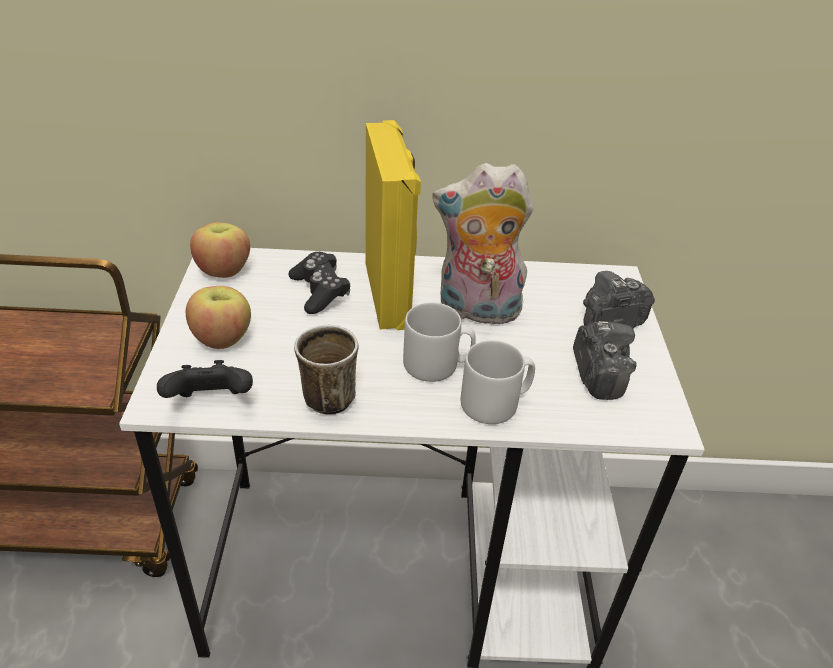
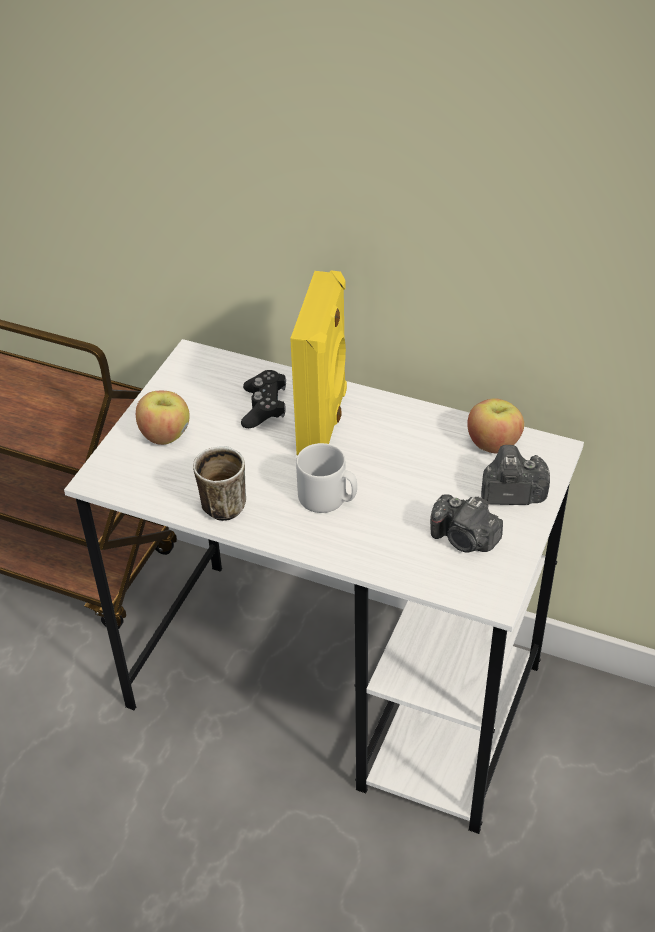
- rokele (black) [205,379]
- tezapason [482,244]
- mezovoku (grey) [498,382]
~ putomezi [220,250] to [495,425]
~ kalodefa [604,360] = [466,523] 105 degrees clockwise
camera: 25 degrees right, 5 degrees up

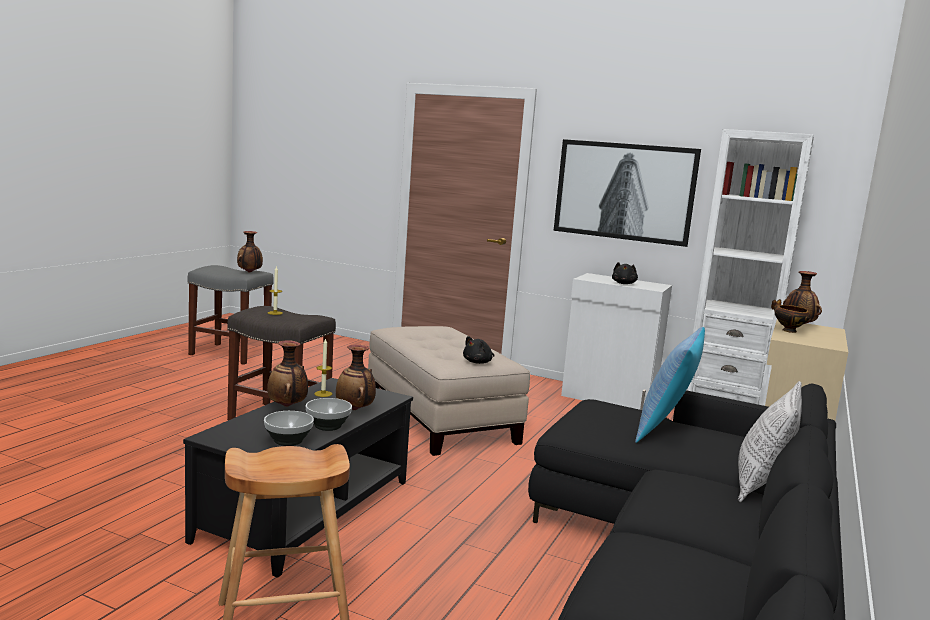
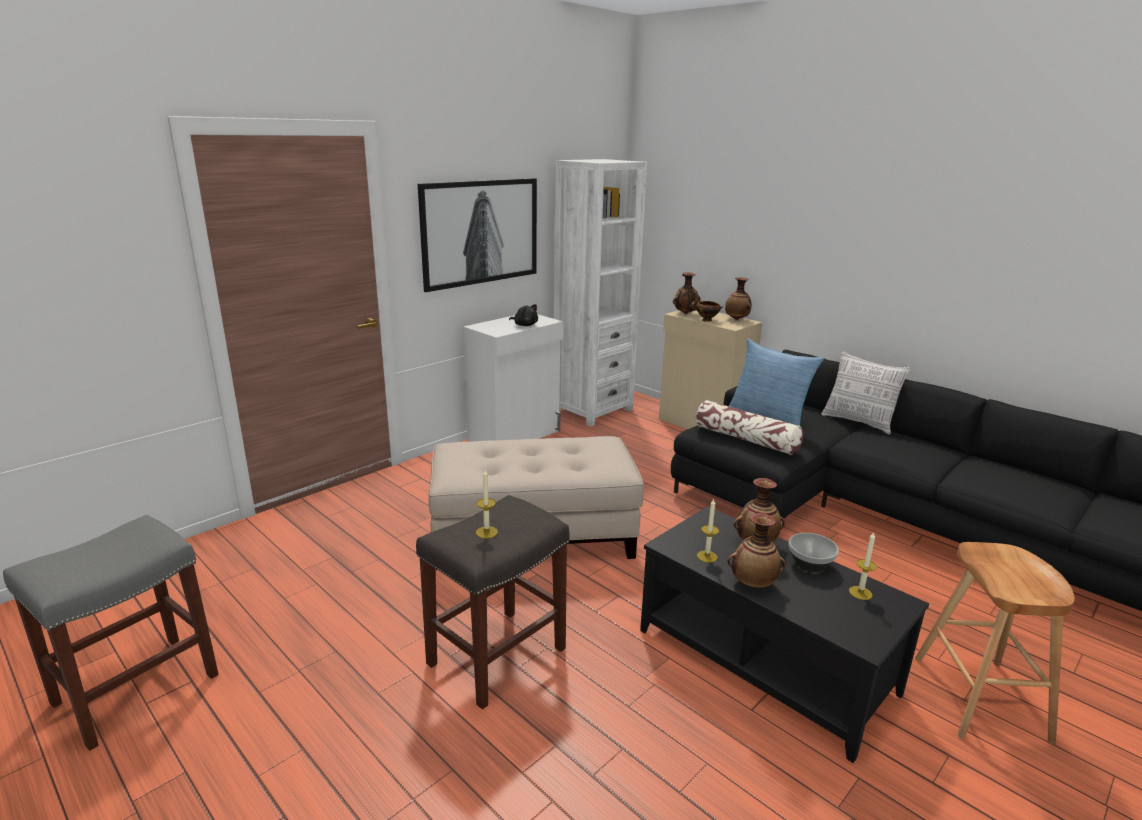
- tezapason (black) [478,350]
+ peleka [749,427]
~ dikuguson [250,252] to [738,298]
~ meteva [289,428] to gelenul [863,566]
camera: 70 degrees left, 10 degrees up

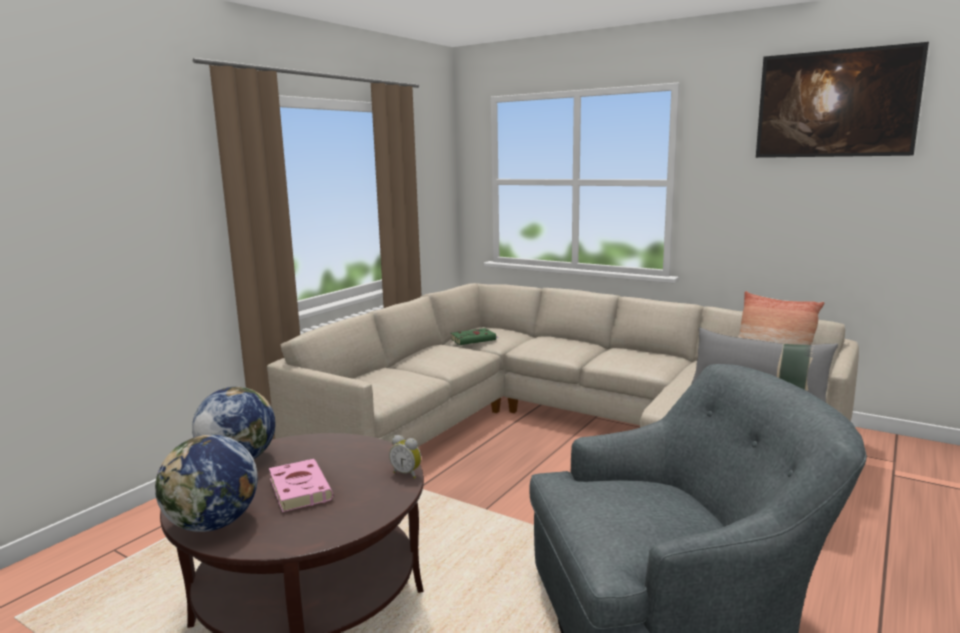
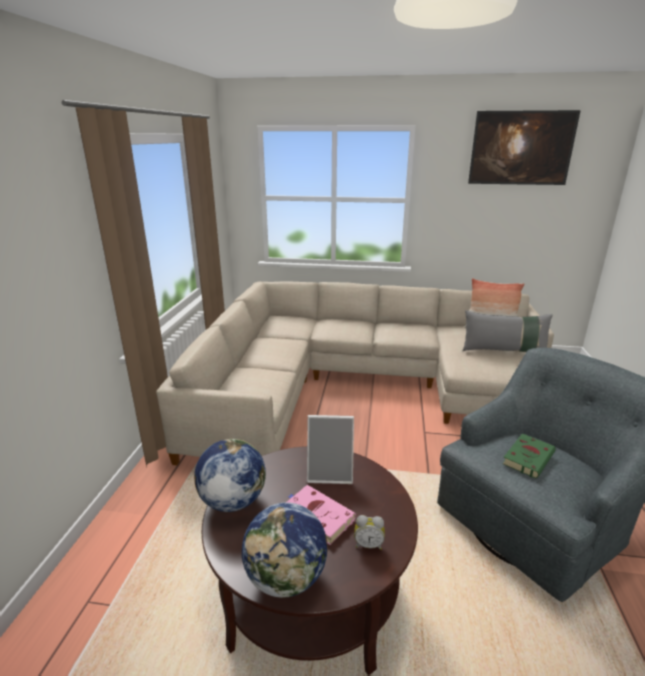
+ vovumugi [330,449]
~ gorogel [405,457] to [369,532]
~ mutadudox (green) [474,336] to [529,456]
camera: 25 degrees left, 10 degrees up

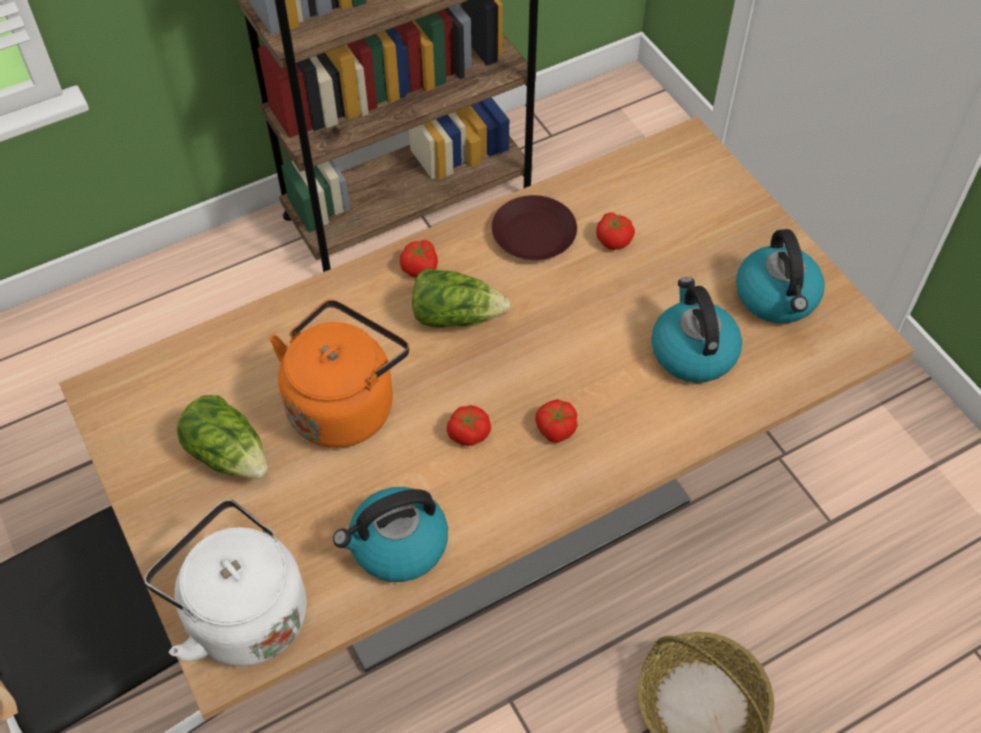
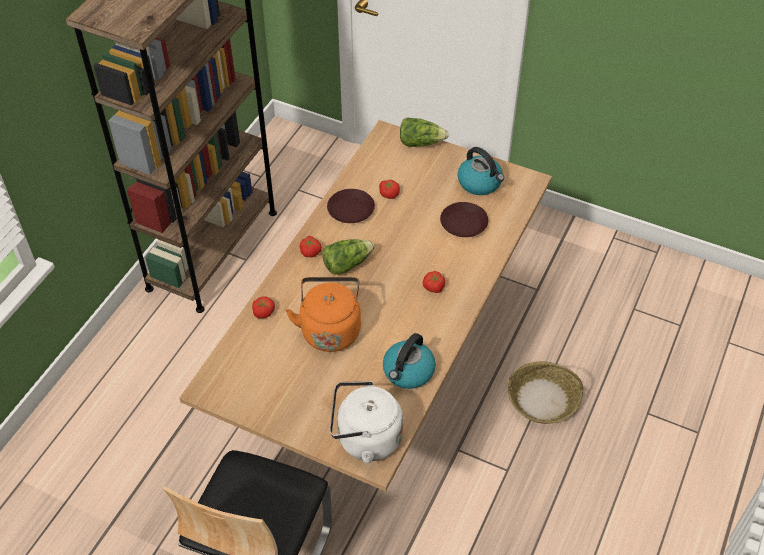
~ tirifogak [222,437] to [424,132]
~ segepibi [469,425] to [263,307]
~ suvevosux [696,330] to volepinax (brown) [464,219]
camera: 35 degrees left, 5 degrees down

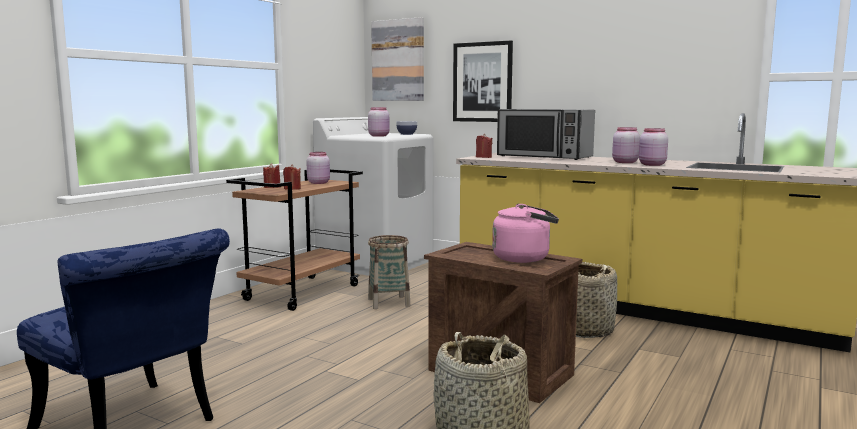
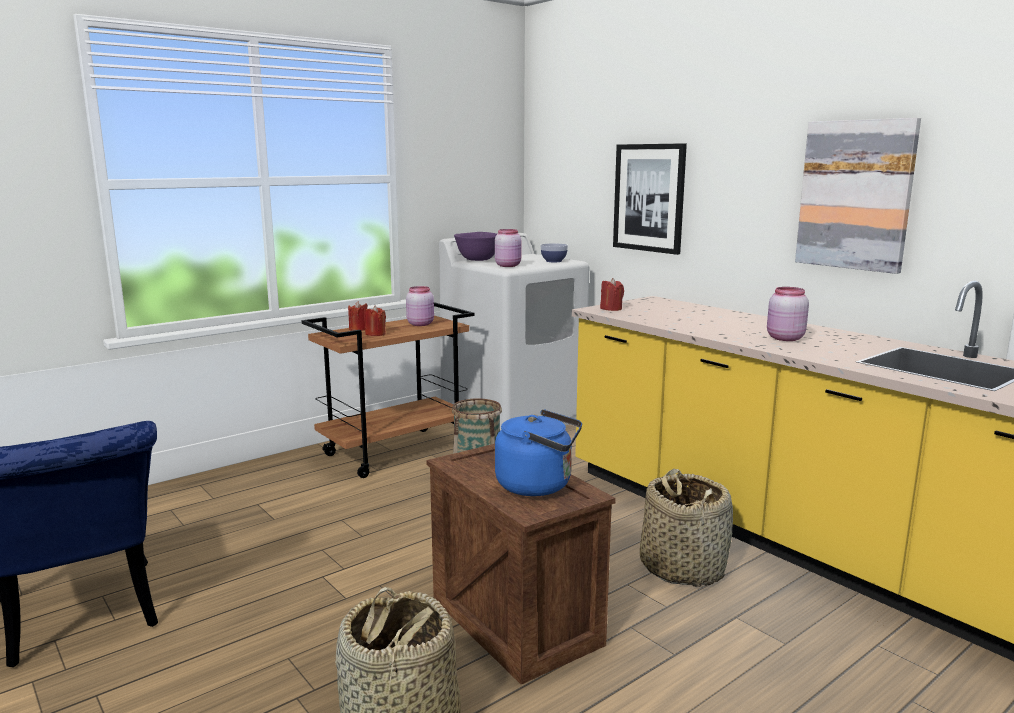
- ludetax [546,134]
- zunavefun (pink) [653,147]
+ meteva (purple) [475,246]
~ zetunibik [397,59] to [858,196]
~ suvevosux (pink) [525,233] to suvevosux (blue) [538,452]
camera: 20 degrees right, 5 degrees up

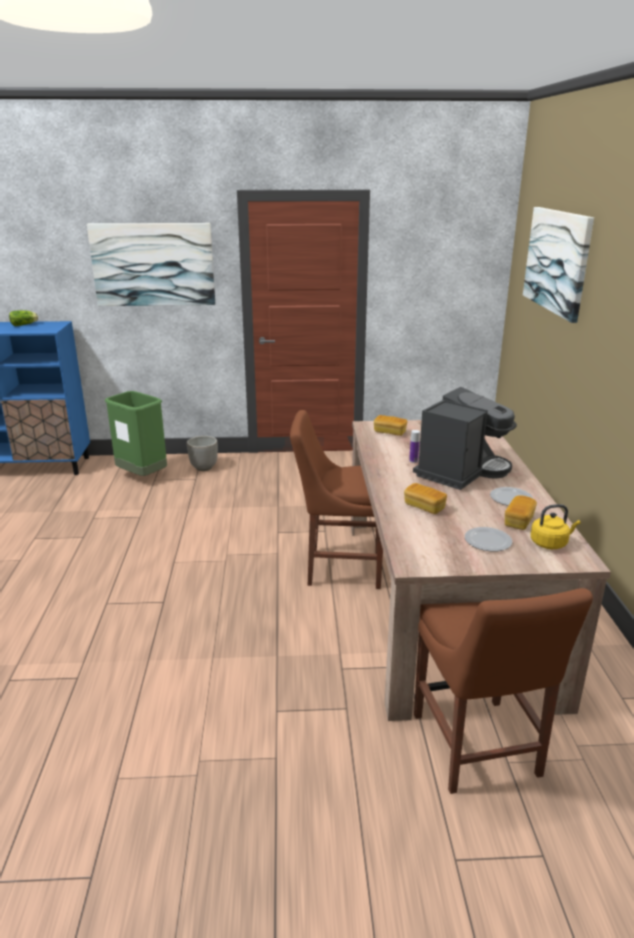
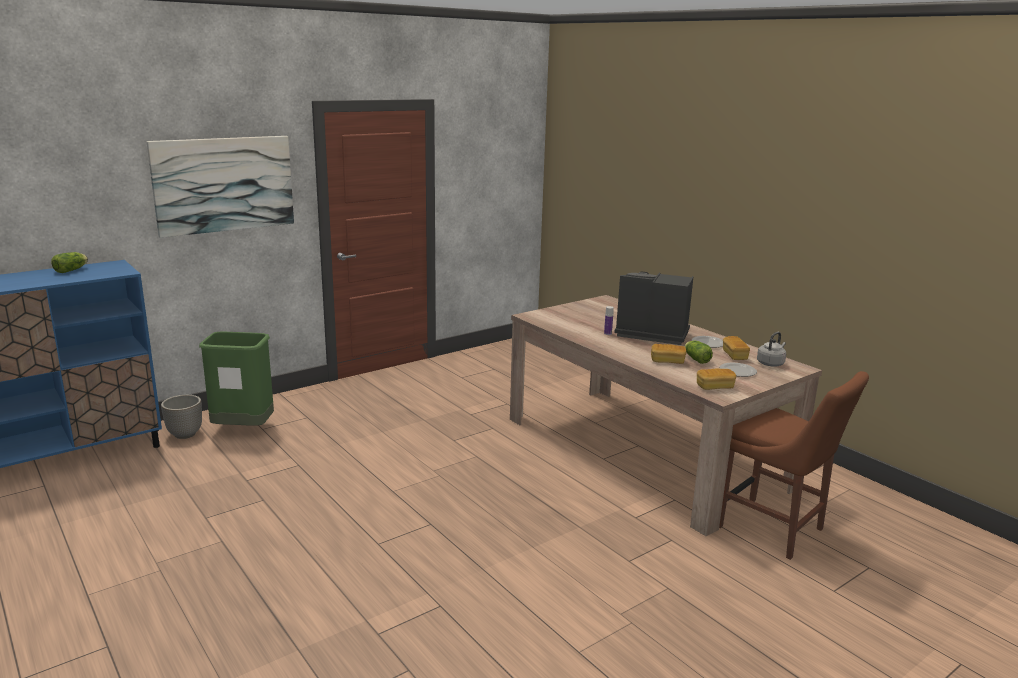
- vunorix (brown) [336,499]
- zetunibik [558,265]
+ tirifogak [699,352]
~ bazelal [202,453] to [181,417]
~ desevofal [390,425] to [716,379]
~ suvevosux (yellow) [556,526] to suvevosux (grey) [771,349]
~ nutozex [465,438] = [654,308] 75 degrees counterclockwise
camera: 35 degrees left, 5 degrees down

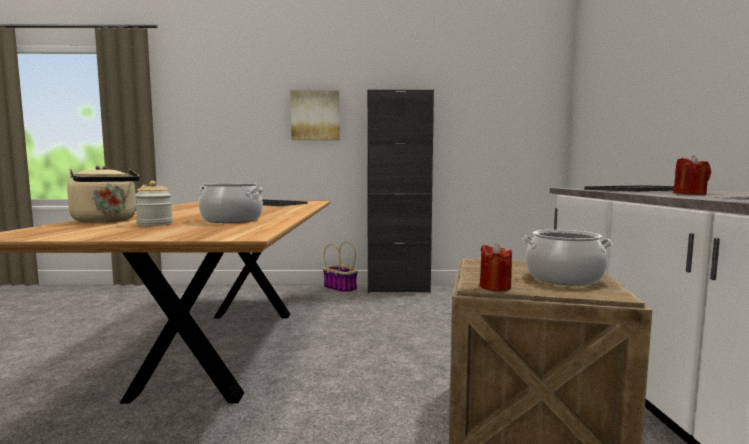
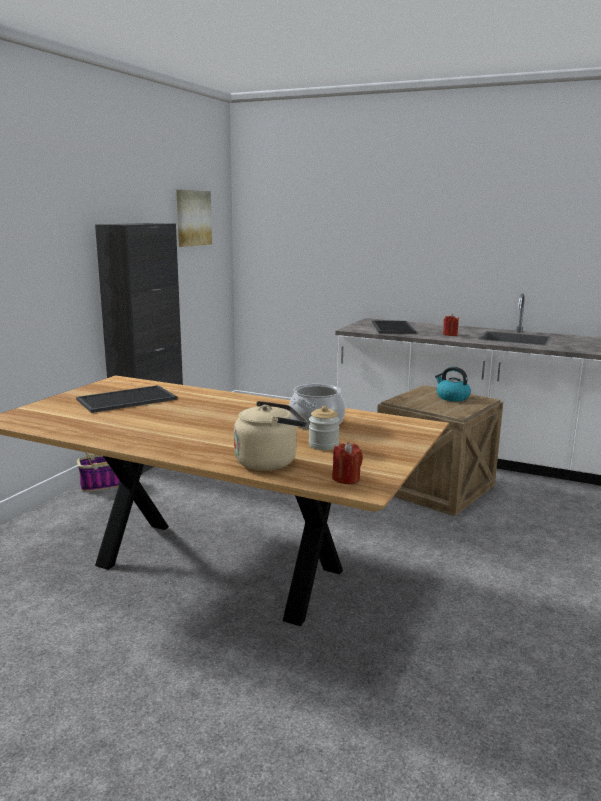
~ zetunibik [315,115] to [194,218]
~ gelenul (red) [496,267] to [347,463]
~ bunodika [567,258] to suvevosux [453,384]
camera: 65 degrees left, 10 degrees up

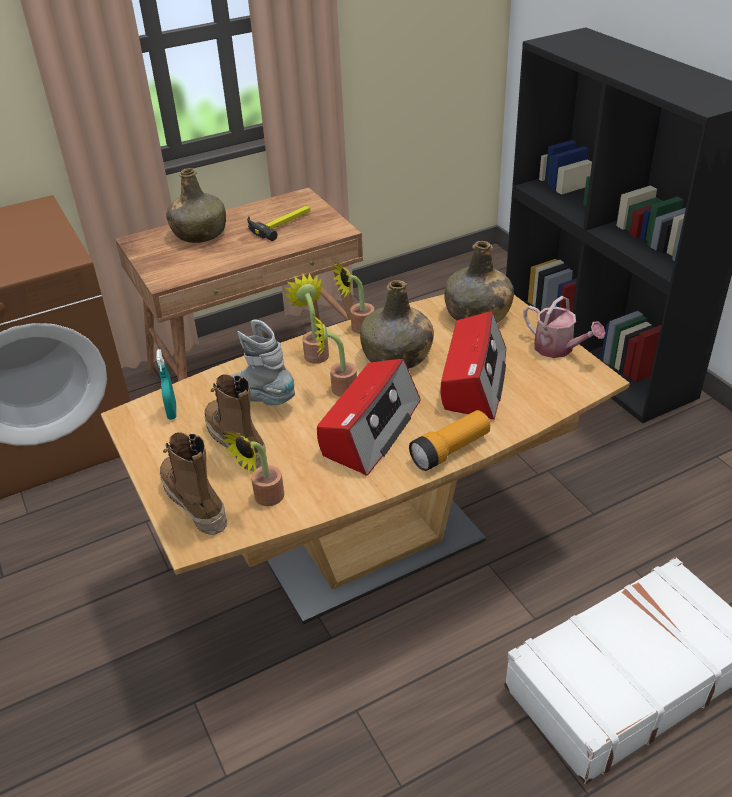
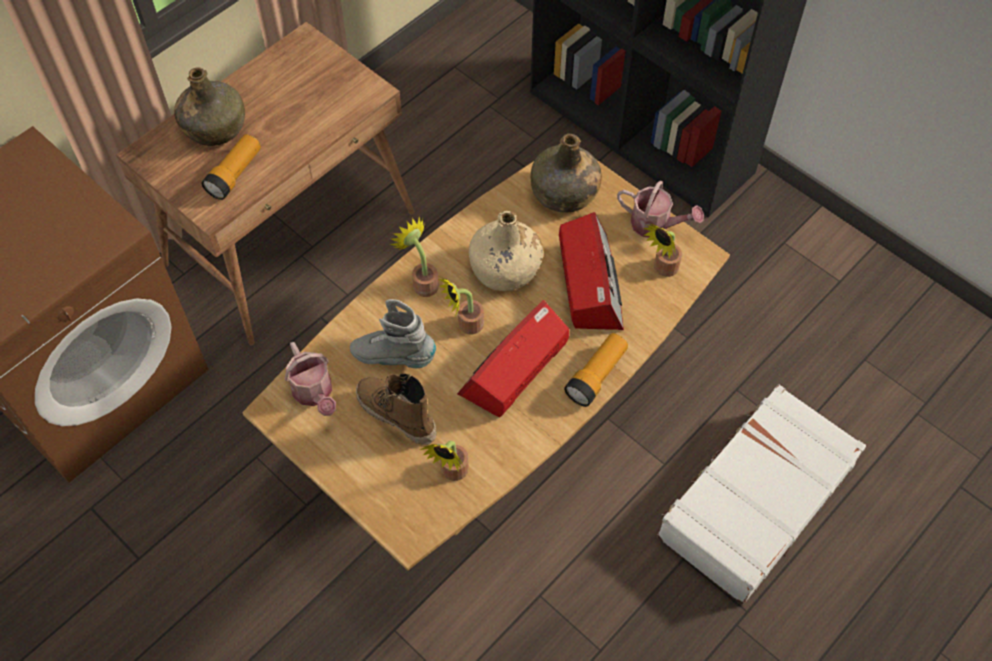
- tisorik [193,483]
- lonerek [278,223]
+ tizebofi [231,167]
~ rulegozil [352,297] to [662,250]
~ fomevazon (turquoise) [166,384] to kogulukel [310,379]
~ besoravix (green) [397,324] to besoravix (beige) [506,251]
~ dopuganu [369,417] = [513,359] 150 degrees counterclockwise
camera: 20 degrees left, 20 degrees up

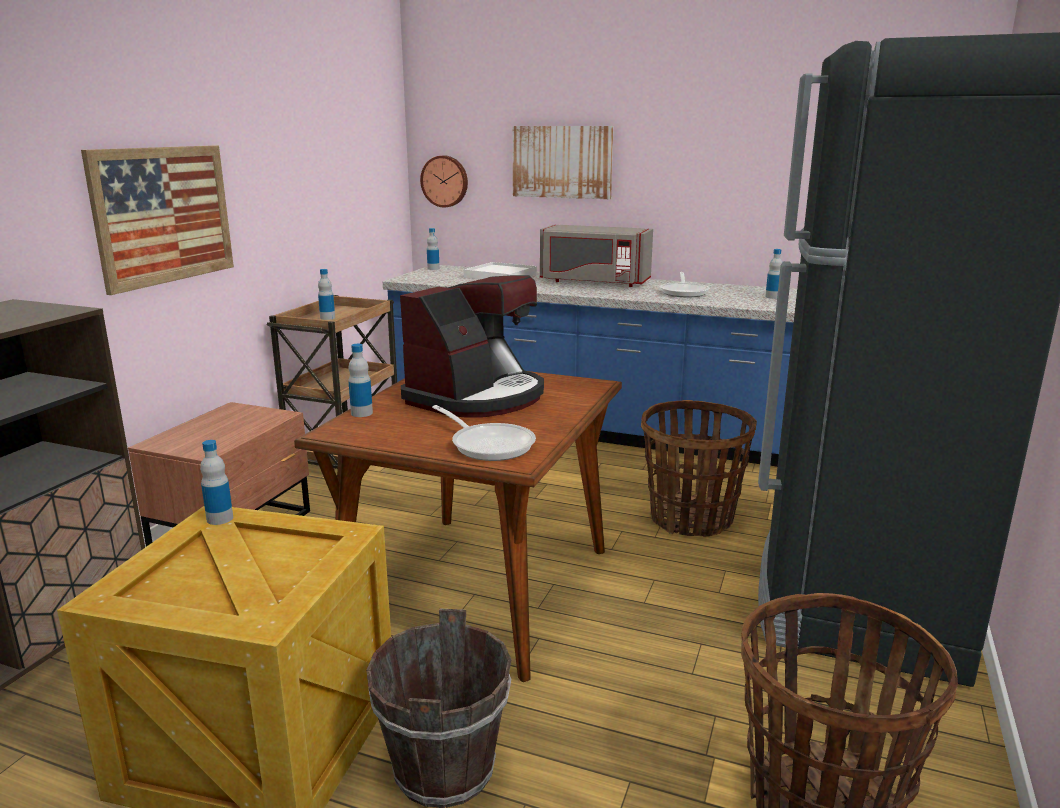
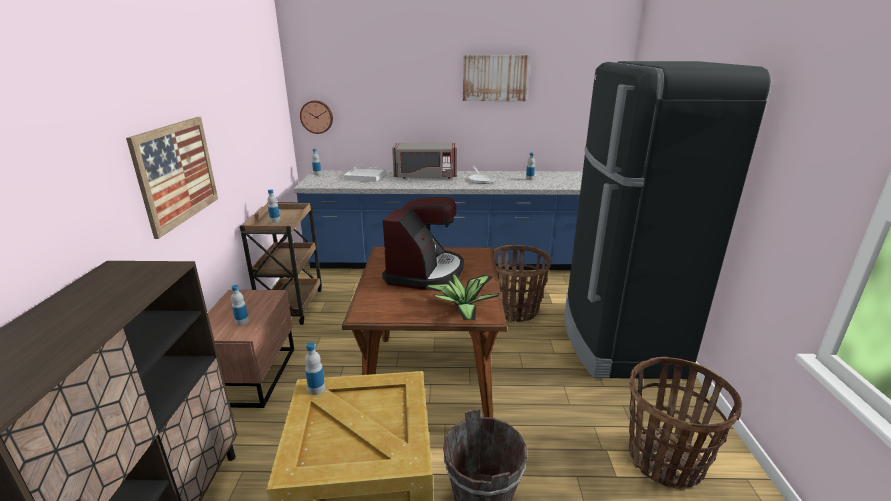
~ besoravix [360,380] to [240,305]
~ zetunibik [562,162] to [496,78]
~ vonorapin [484,433] to rulegozil [462,297]
camera: 20 degrees left, 5 degrees up

